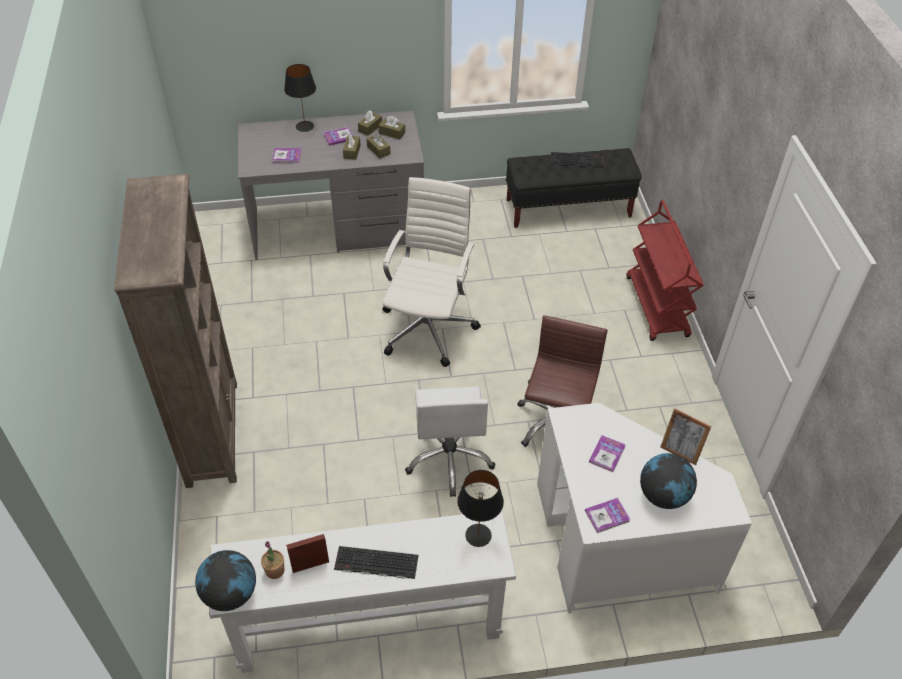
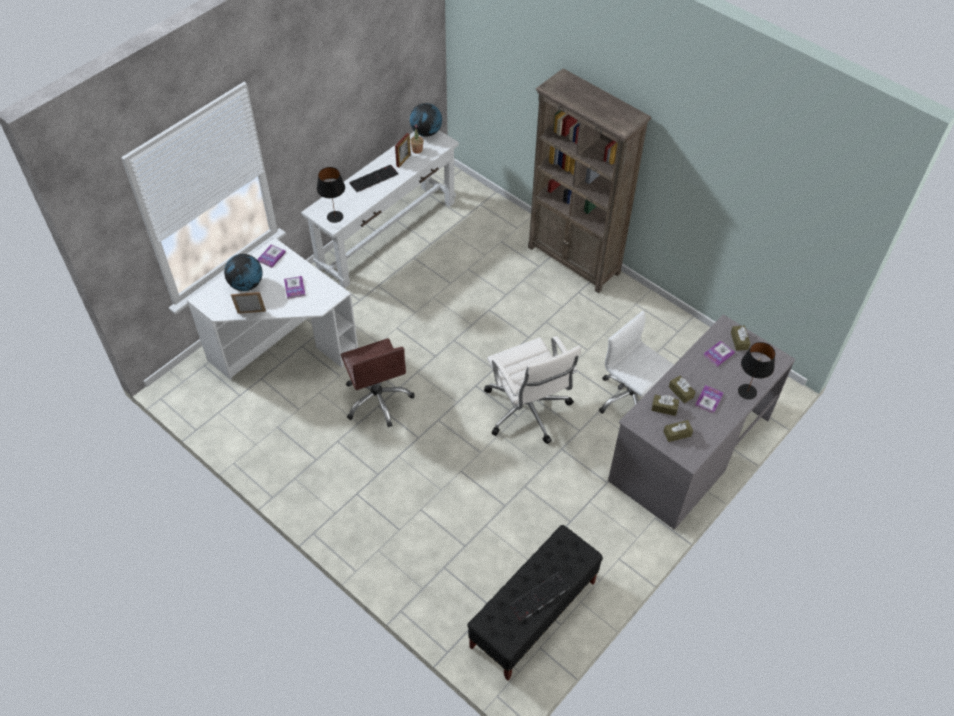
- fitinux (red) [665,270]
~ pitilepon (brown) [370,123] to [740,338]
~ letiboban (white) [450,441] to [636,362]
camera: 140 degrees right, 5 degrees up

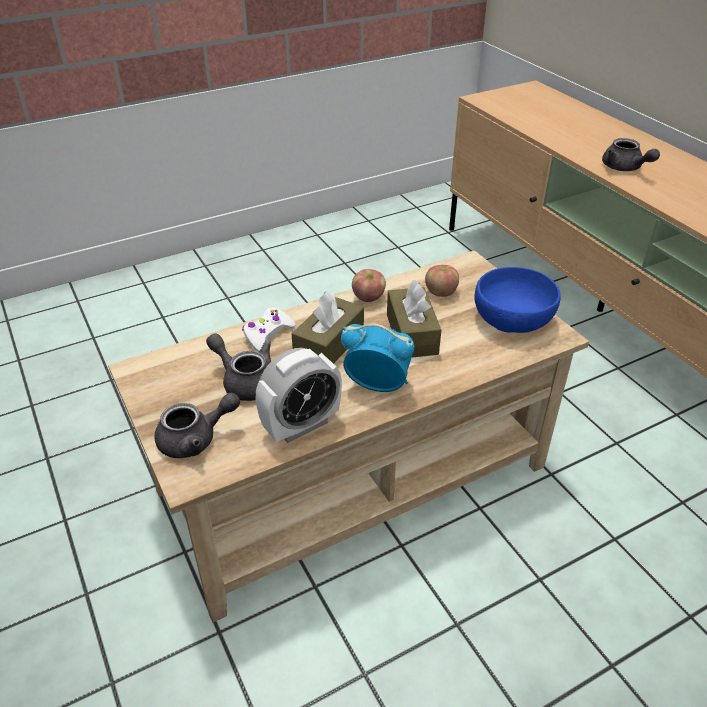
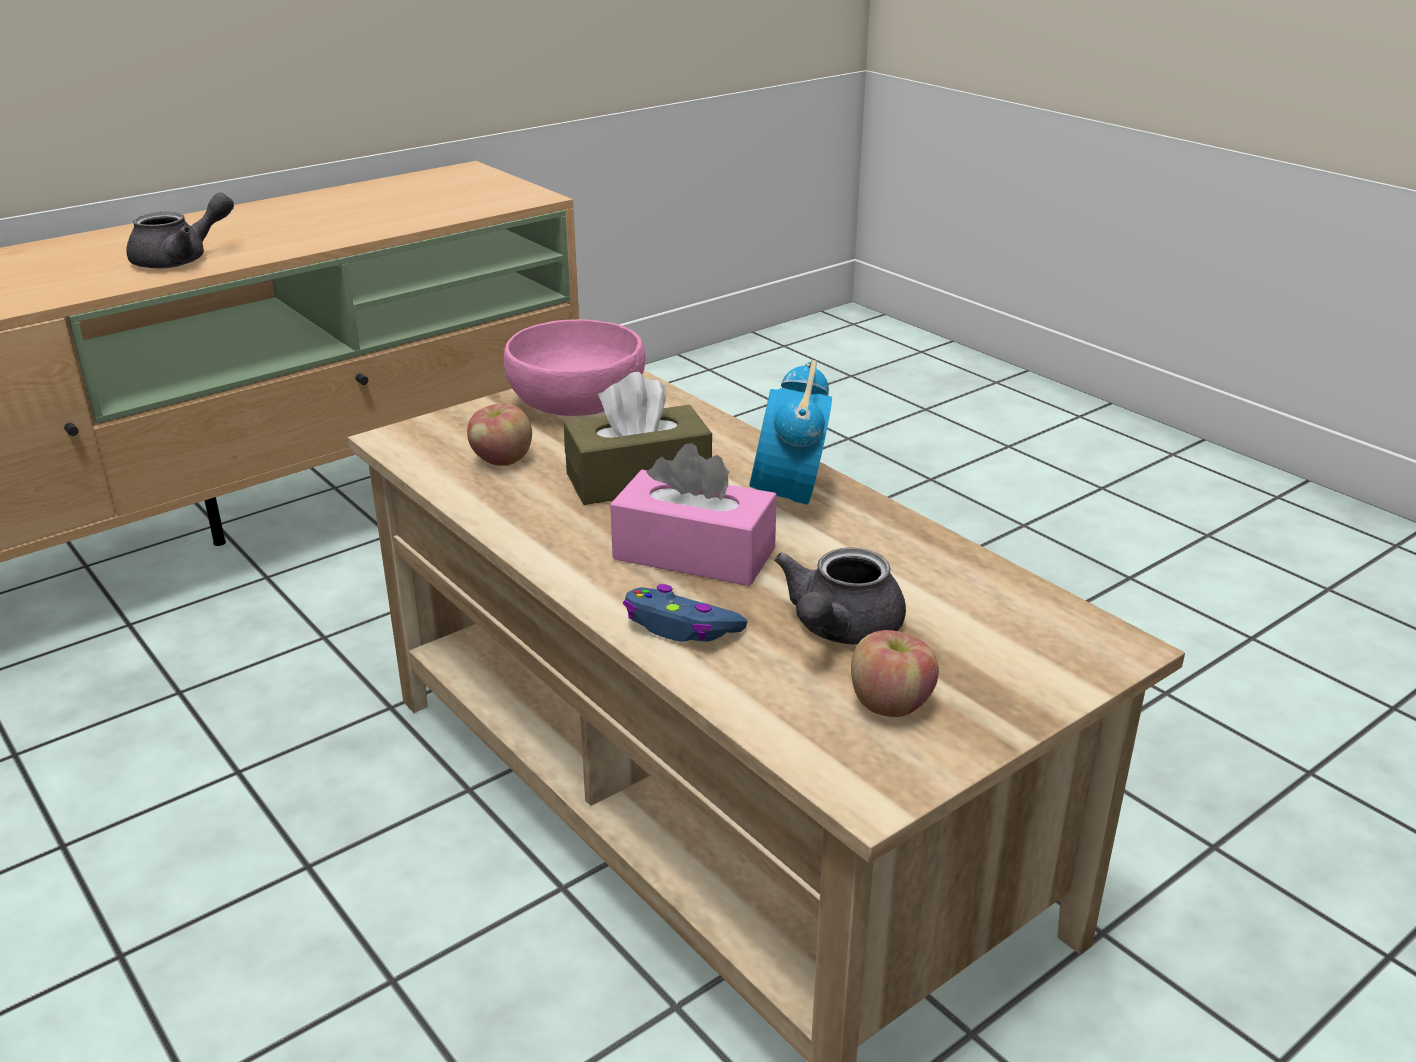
- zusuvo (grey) [197,425]
- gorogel [299,395]
~ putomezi [369,285] to [895,673]
~ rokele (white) [269,329] to rokele (blue) [685,613]
~ pitilepon (brown) [328,327] to pitilepon (pink) [693,514]
~ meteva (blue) [517,300] to meteva (pink) [574,367]
camera: 100 degrees left, 10 degrees down

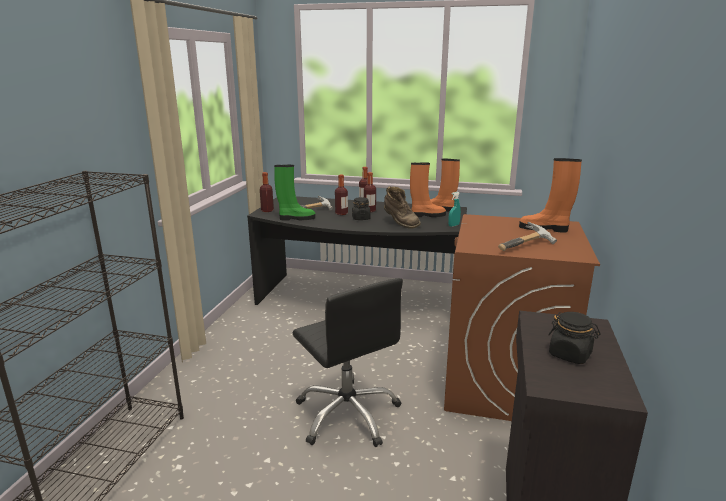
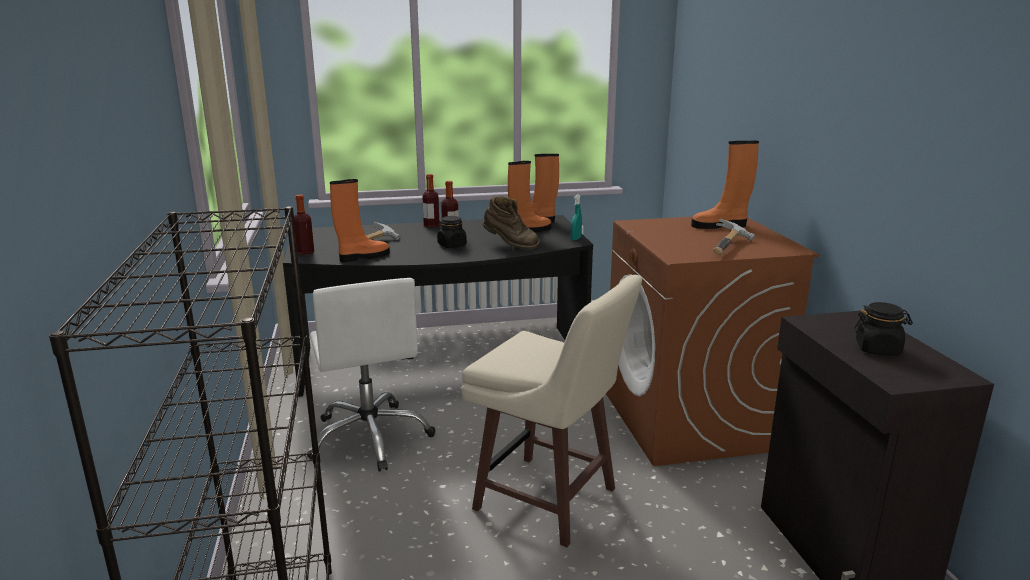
- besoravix [341,194]
+ letiboban (white) [371,375]
~ letiboban (black) [347,362] to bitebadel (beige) [551,411]
~ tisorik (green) [295,192] to tisorik (orange) [360,220]
camera: 25 degrees left, 0 degrees up

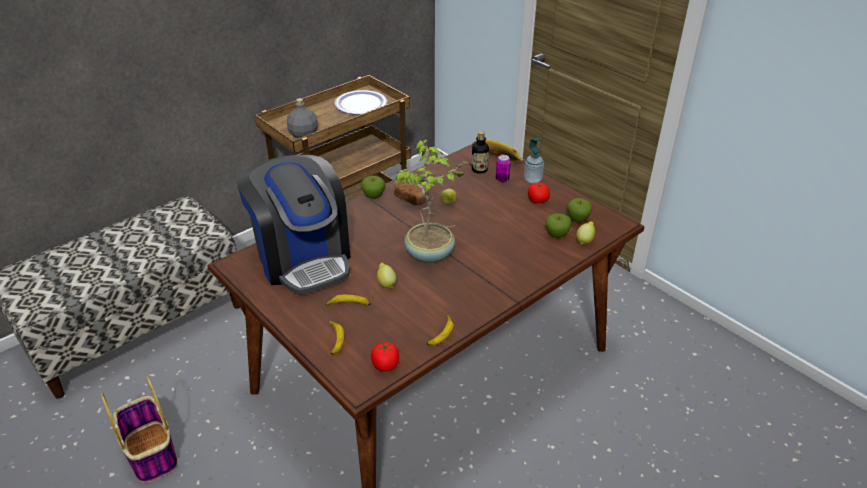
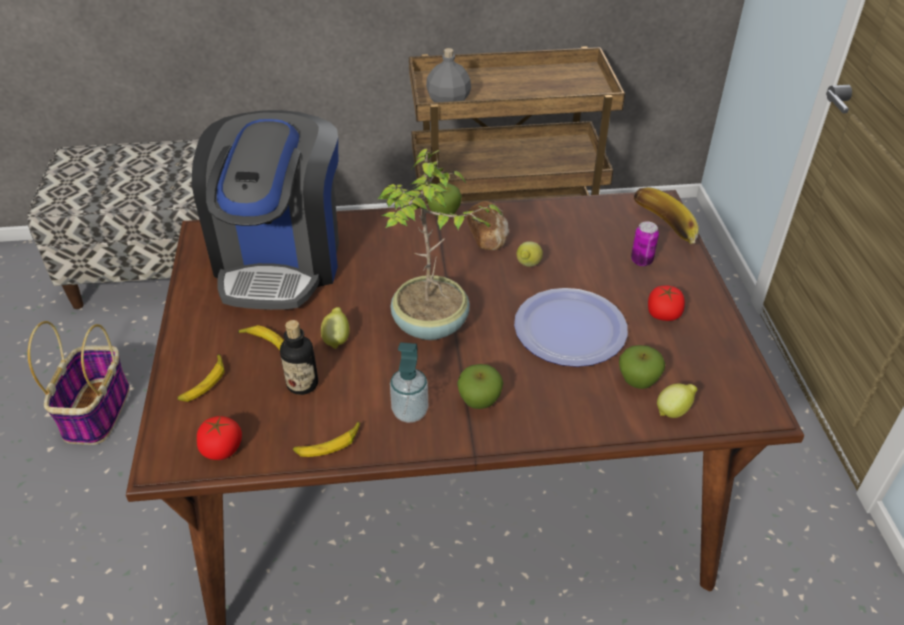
~ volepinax [360,102] to [571,327]
~ besoravix [480,152] to [299,357]
~ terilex [534,160] to [409,382]
~ putomezi [580,210] to [480,386]
camera: 35 degrees right, 5 degrees up

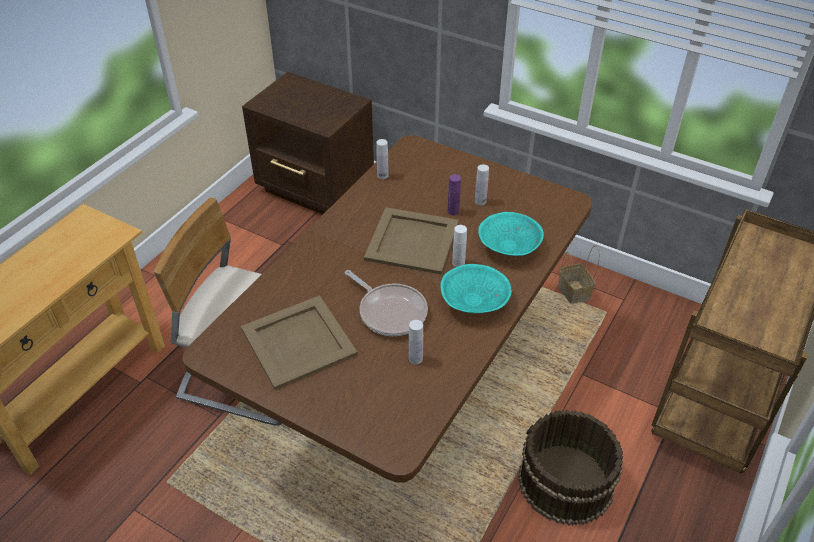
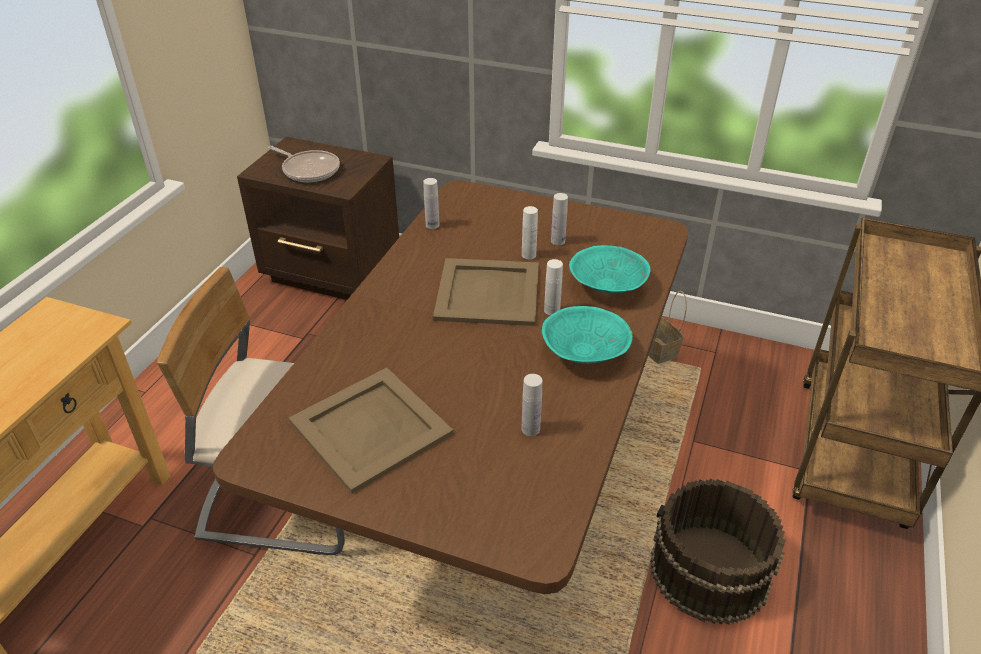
~ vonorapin [386,303] to [304,164]
~ besoravix (purple) [454,195] to besoravix (white) [530,232]
camera: 10 degrees left, 5 degrees down

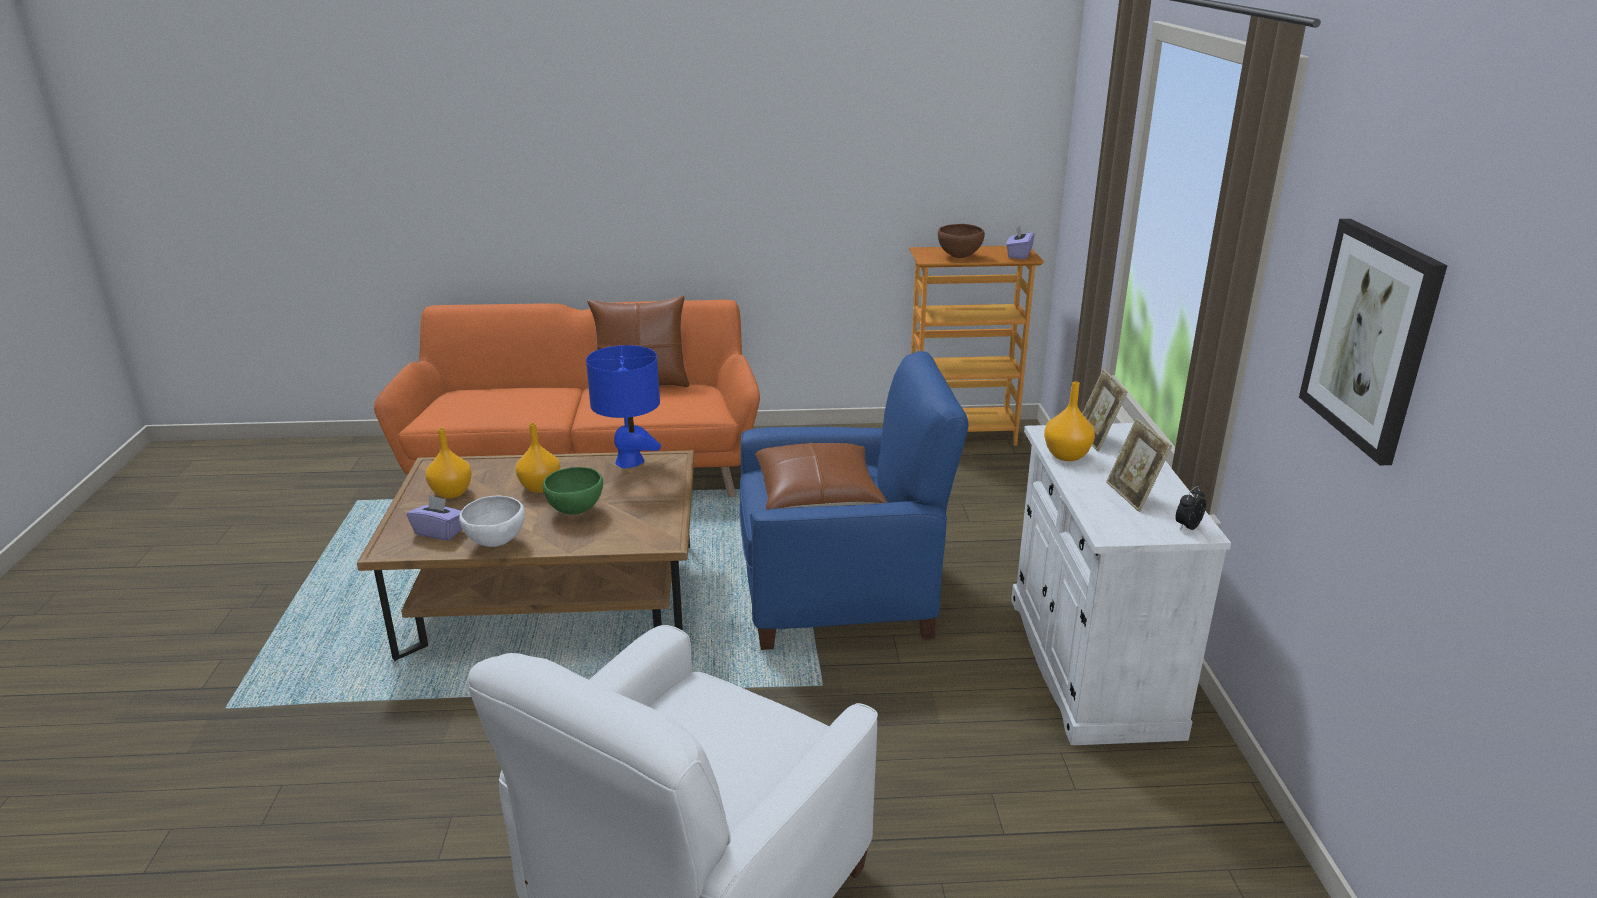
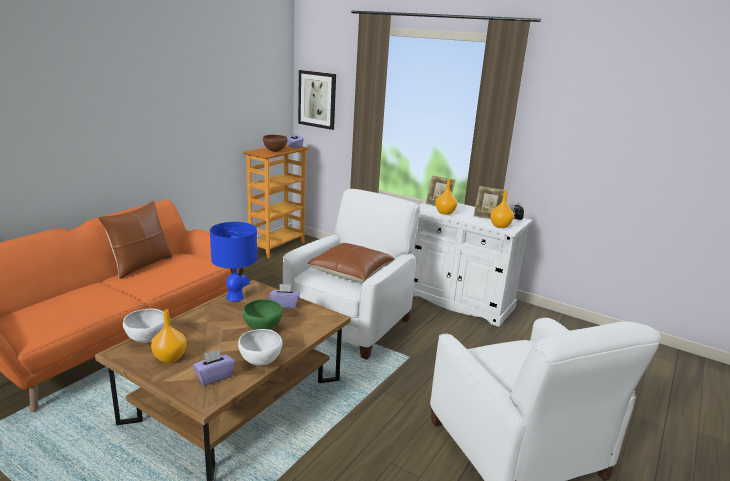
+ meteva (white) [143,326]
+ pitilepon (purple) [284,296]
~ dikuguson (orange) [538,458] to [502,209]
~ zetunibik [1373,342] to [317,100]
~ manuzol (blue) [854,500] to manuzol (white) [351,274]
camera: 55 degrees left, 5 degrees down

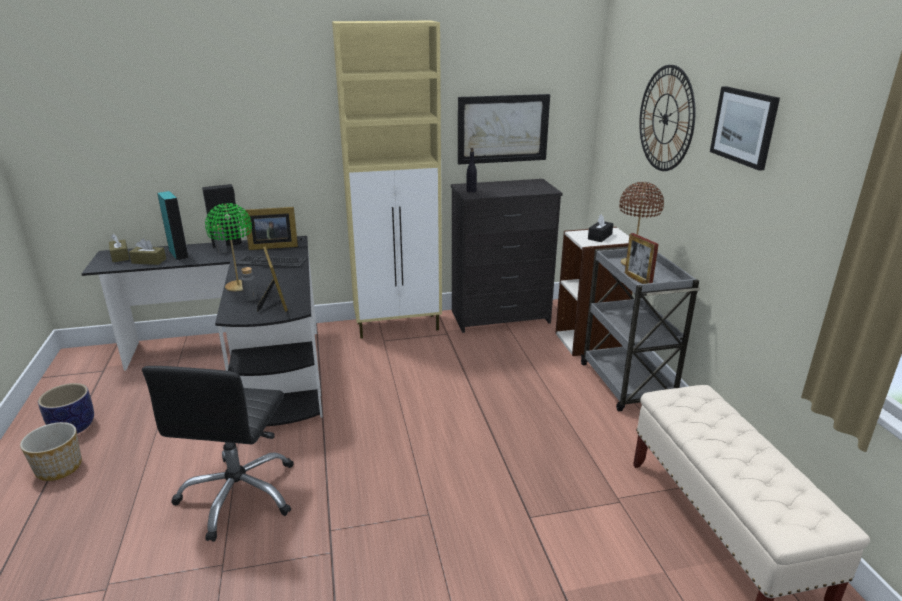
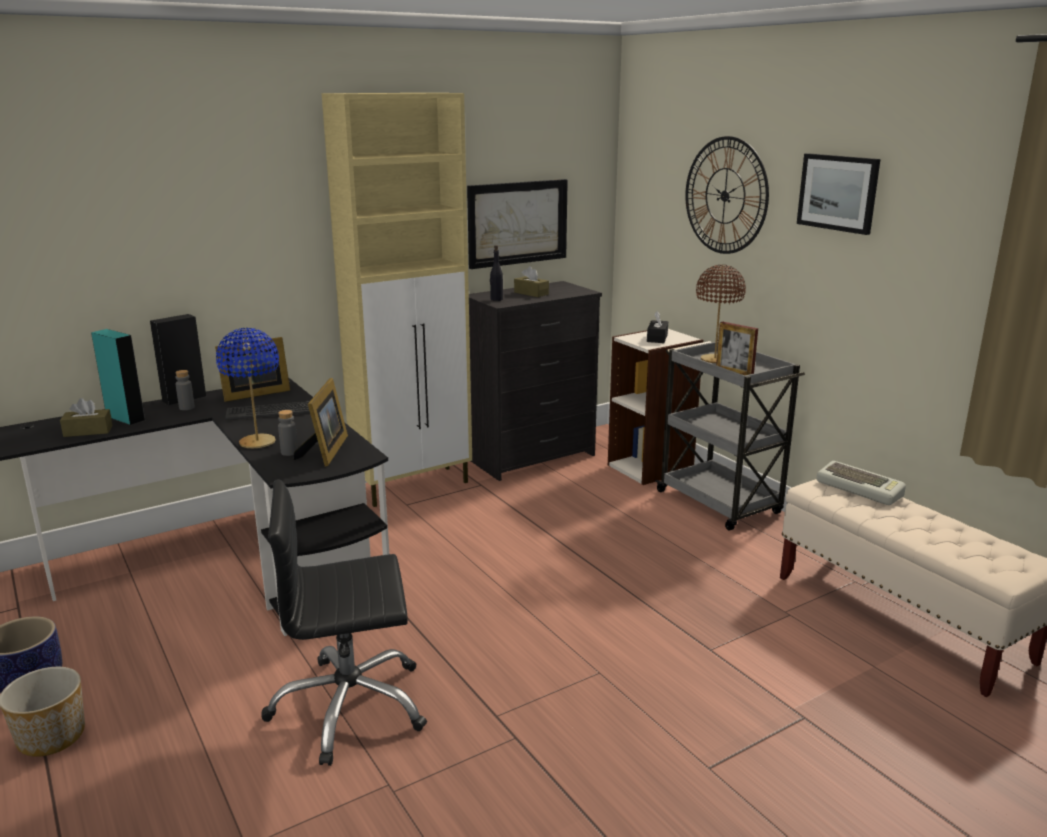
+ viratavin [861,483]
~ pitilepon (brown) [119,248] to [531,281]
~ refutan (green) [228,247] to refutan (blue) [247,388]
~ letiboban (black) [218,454] = [344,623] 90 degrees clockwise
~ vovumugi [272,279] = [320,422] 45 degrees clockwise
camera: 20 degrees left, 5 degrees down

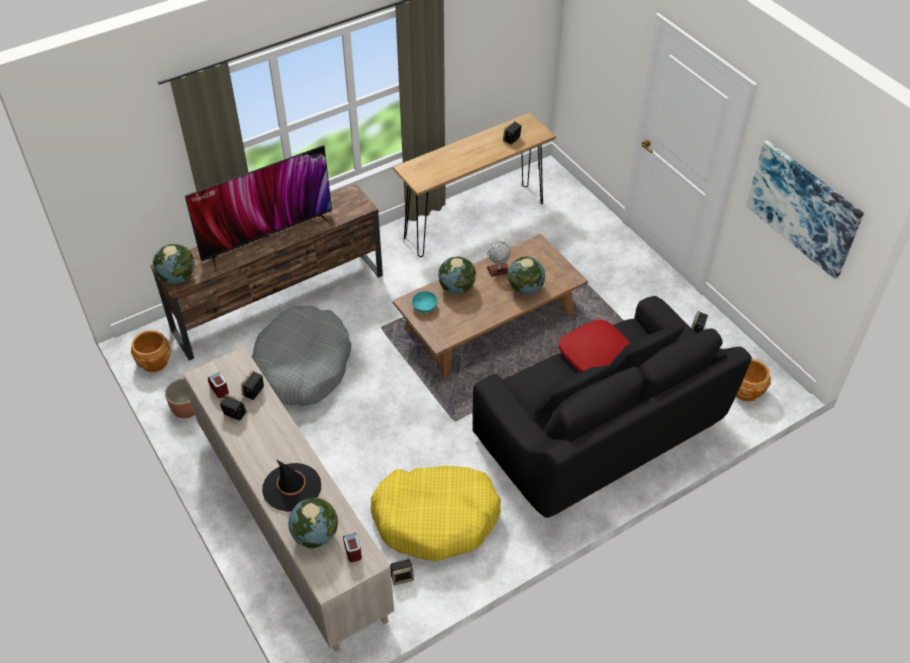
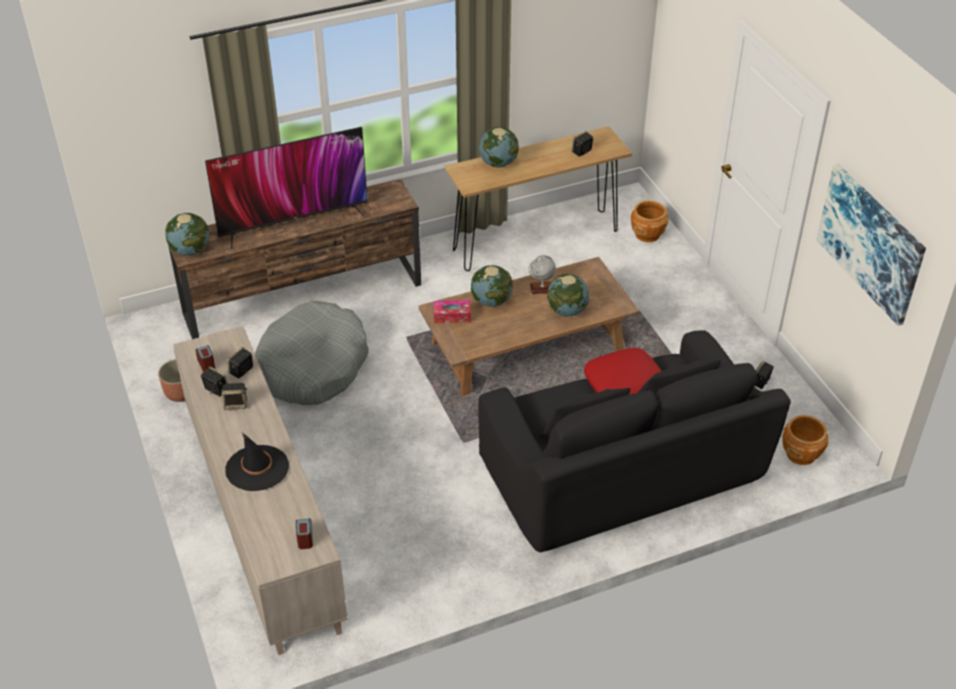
- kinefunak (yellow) [436,513]
~ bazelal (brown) [151,351] to [649,221]
~ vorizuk [313,523] to [499,147]
~ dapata [402,572] to [234,396]
~ meteva (turquoise) [425,302] to pitilepon [452,311]
camera: 10 degrees right, 5 degrees down

